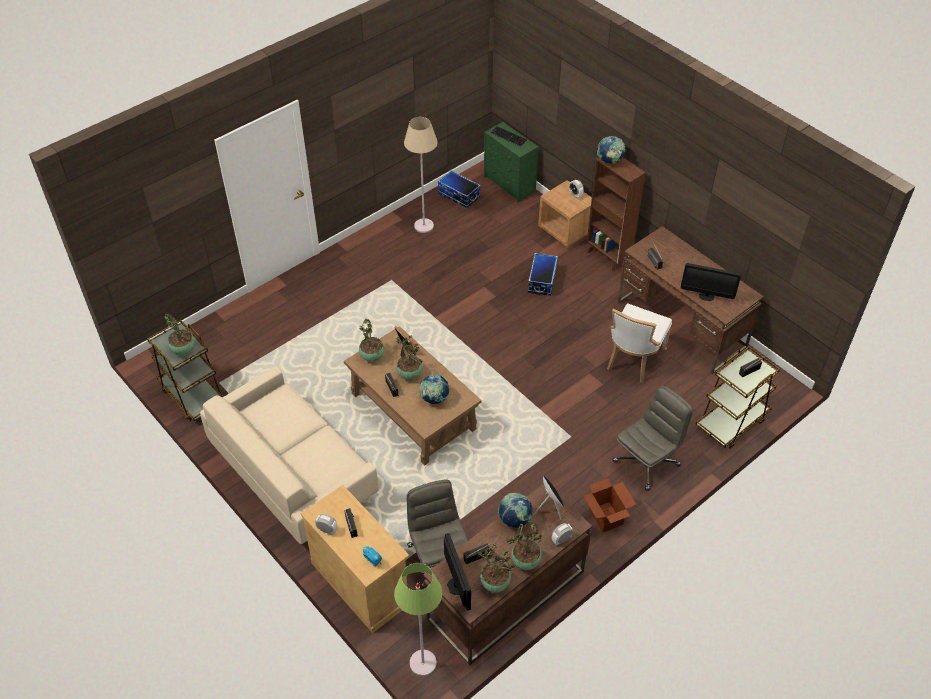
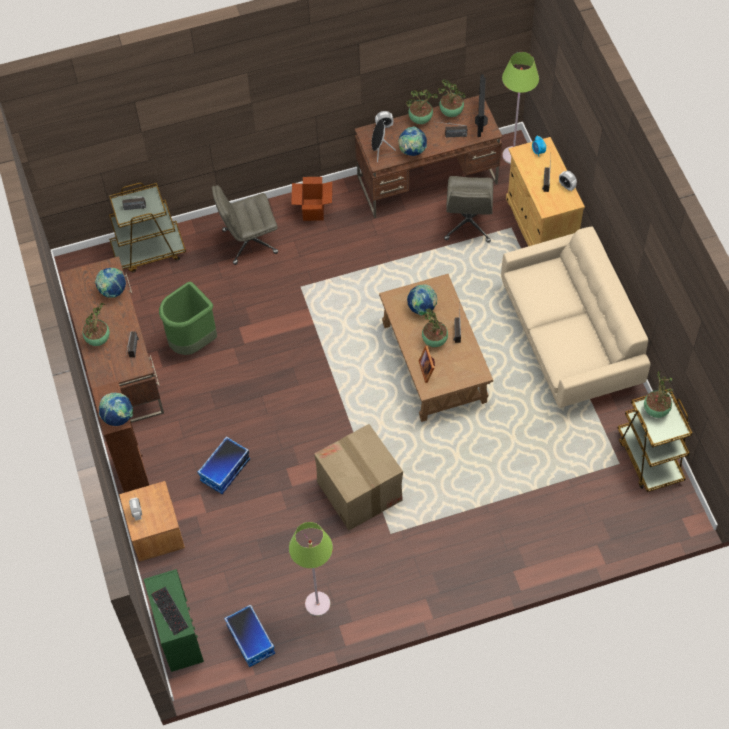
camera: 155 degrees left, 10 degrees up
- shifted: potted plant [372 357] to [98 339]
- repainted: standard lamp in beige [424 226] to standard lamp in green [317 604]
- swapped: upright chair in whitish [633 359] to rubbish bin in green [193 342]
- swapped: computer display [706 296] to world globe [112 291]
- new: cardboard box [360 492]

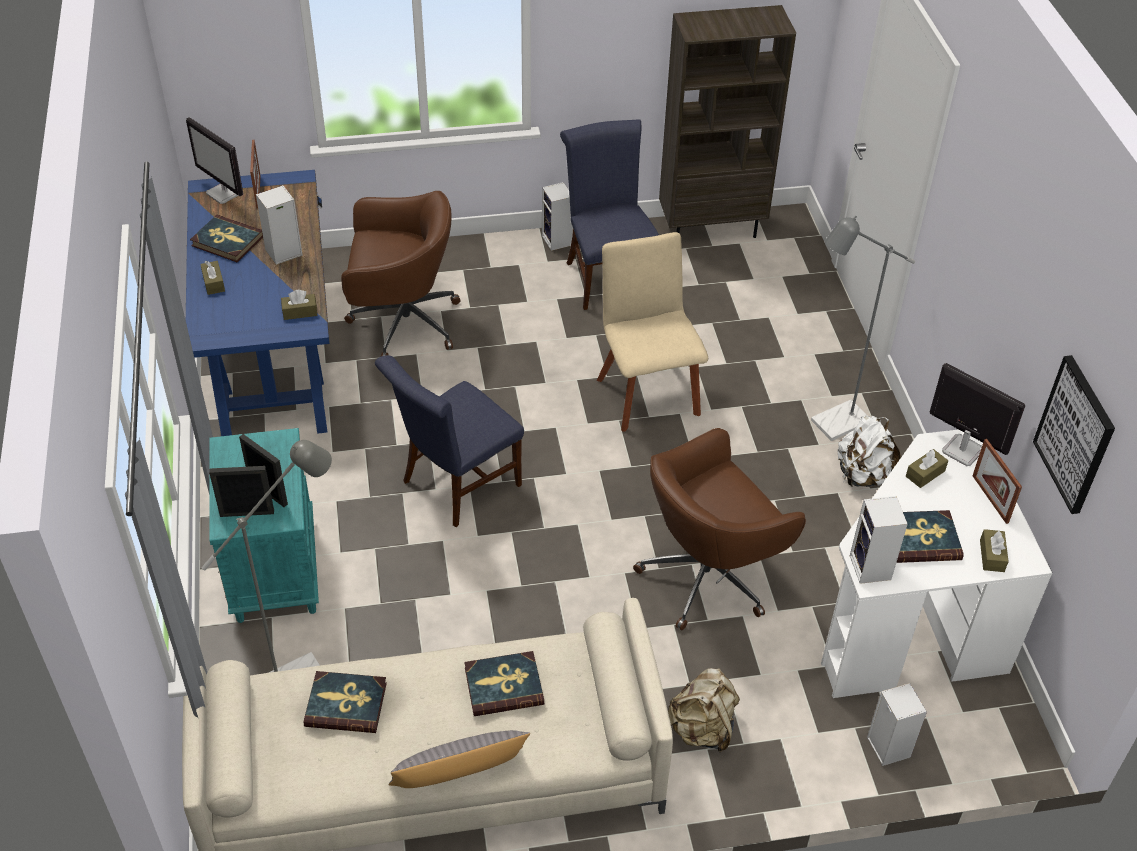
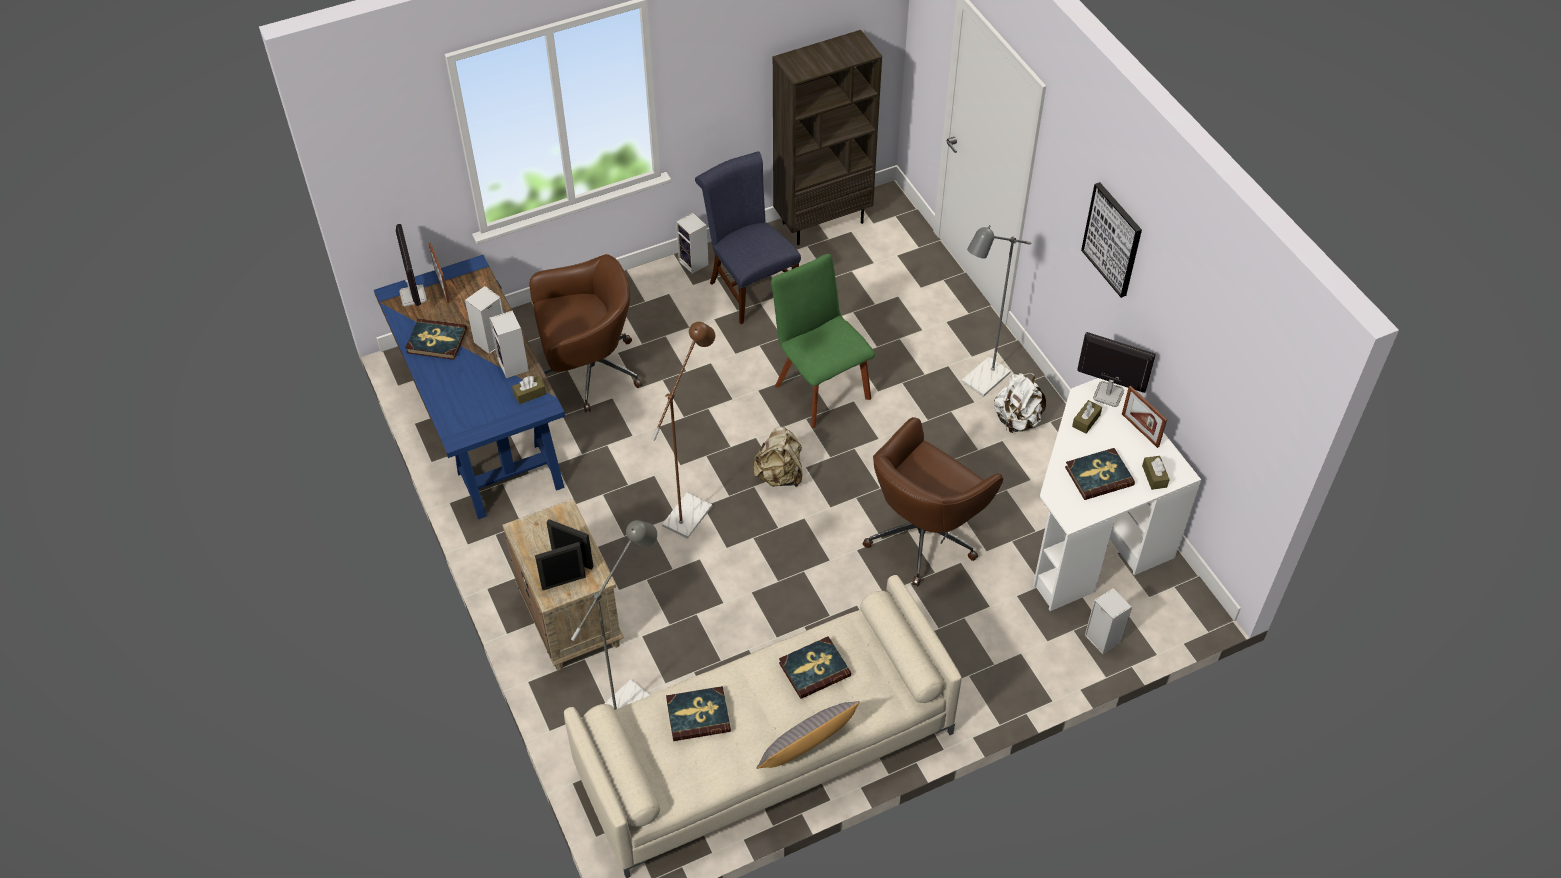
camera: 15 degrees left, 5 degrees up
- rotated: computer display [224 193] = [413 295] 135 degrees counterclockwise
- gone: tissue holder in brown-coloured [213 283]
- repainted: nightstand in turquoise-coloured [274 569] to nightstand in beige [569 618]
- swapped: upright chair in bluish [455 486] to standard lamp in brown-coloured [692 509]
- repainted: upright chair in beige [647 392] to upright chair in green [820 388]
- shifted: rucksack in beige [702 729] to [779 475]
- shifted: speaker [871 569] to [514 366]
- shifted: picture [1075 434] to [1113 239]

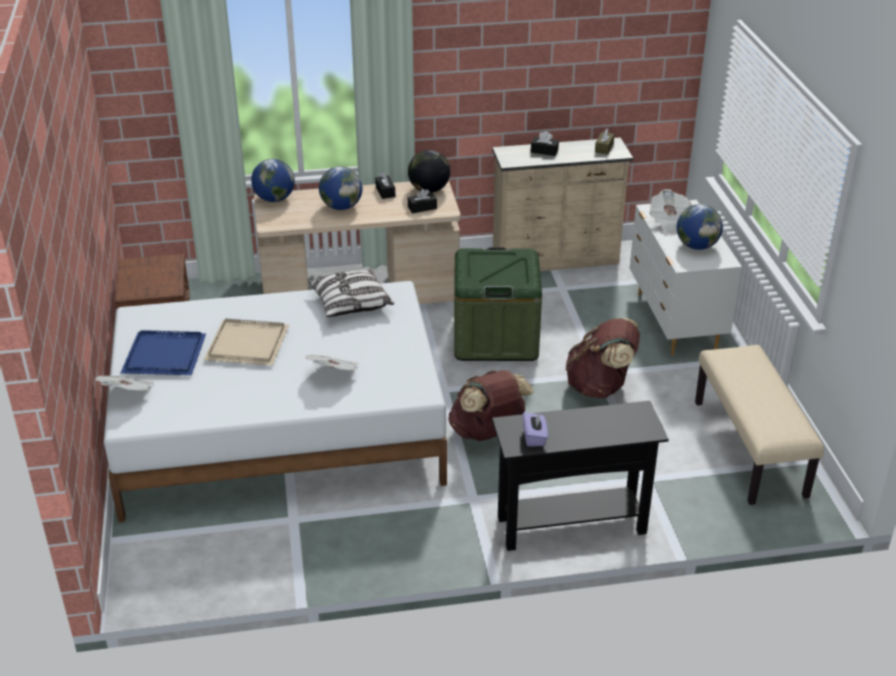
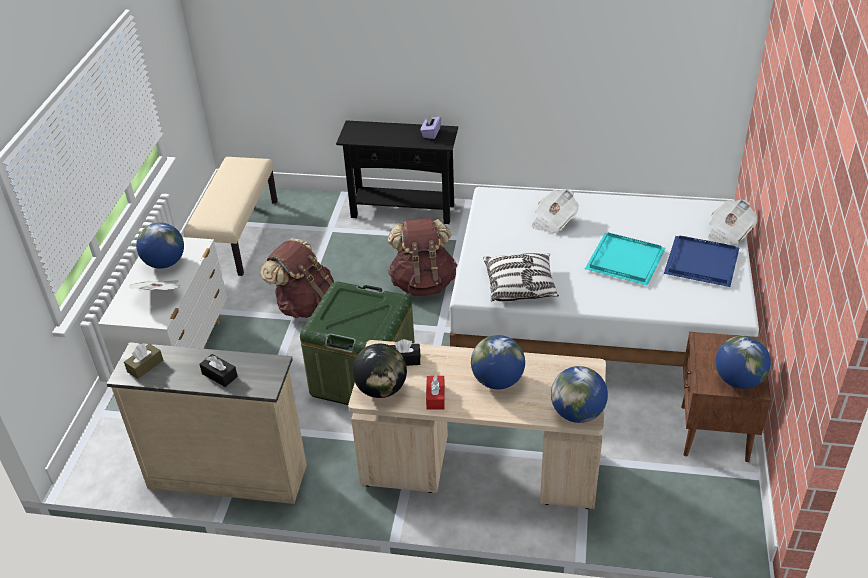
camera: 160 degrees left, 5 degrees up
- repainted: carrying tray in beige [245 345] to carrying tray in turquoise-coloured [626 260]
- repainted: tissue holder in blackish [385 192] to tissue holder in red [435 397]
- new: world globe [738 380]

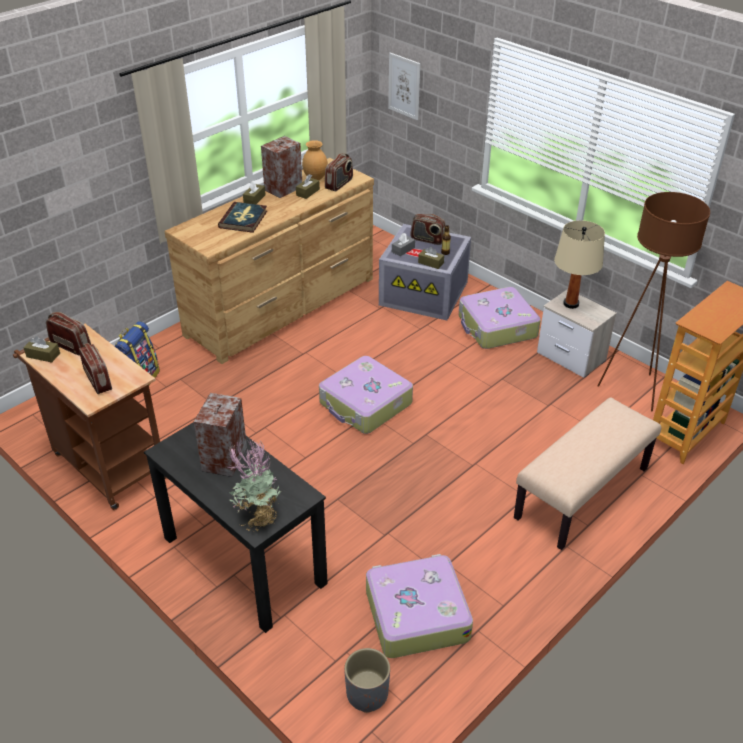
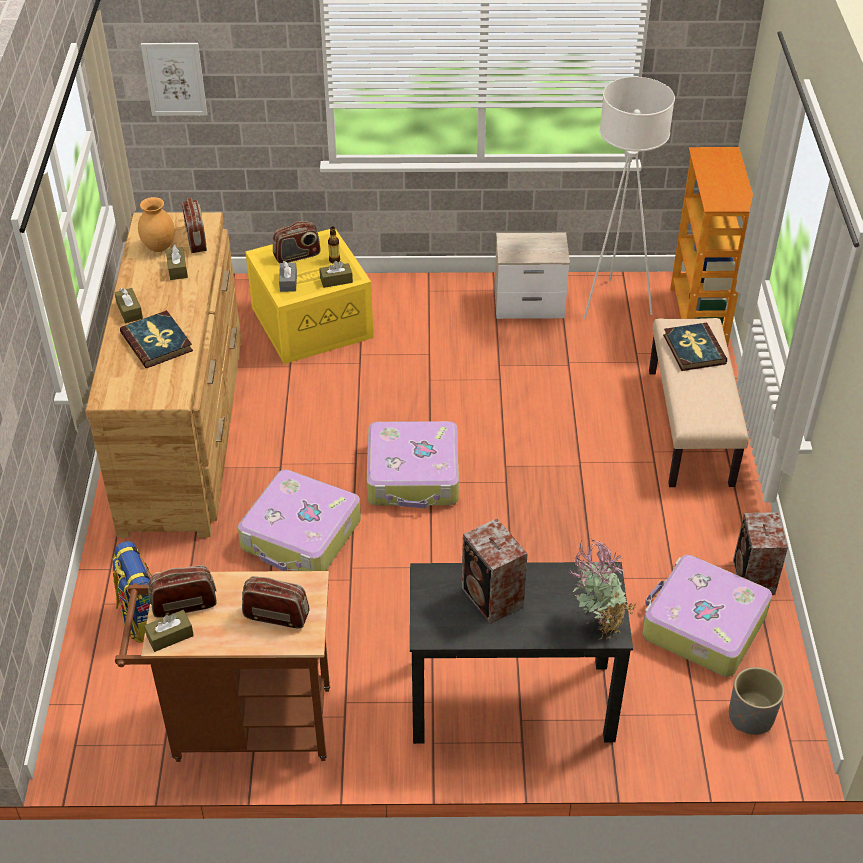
camera: 45 degrees left, 5 degrees up
- shifted: speaker [282 189] to [753 578]
- repainted: storage box in grey [425 293] to storage box in yellow-coloured [312 321]
- shifted: suitcase [496 327] to [301 535]
- gone: lamp for a table in beige [571 304]
- repainted: standard lamp in brown-coloured [632 390] to standard lamp in whitish [614 304]
- new: volume [693 349]

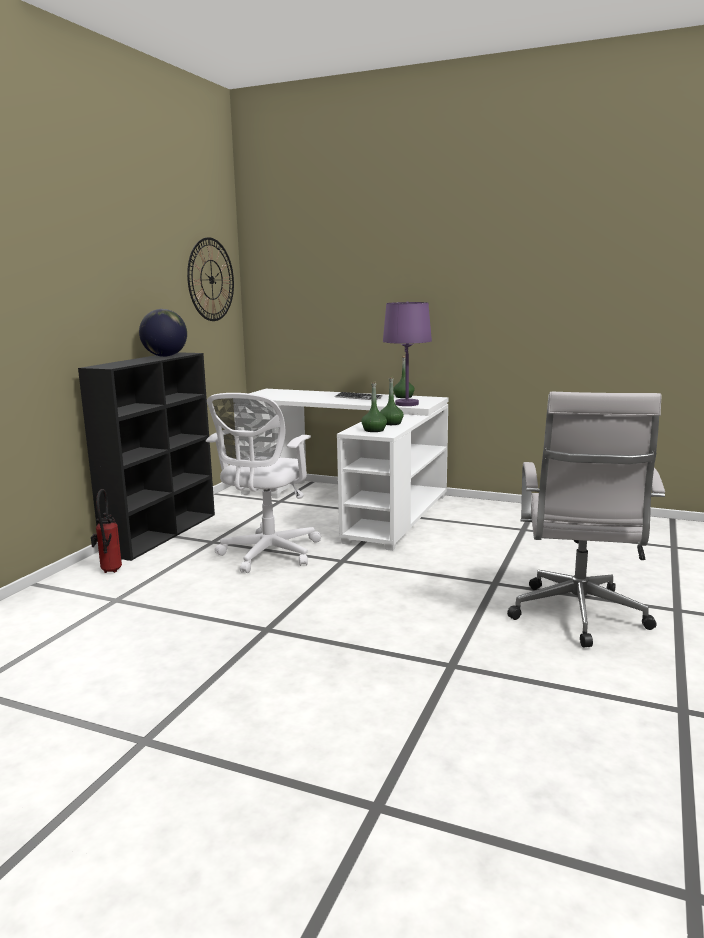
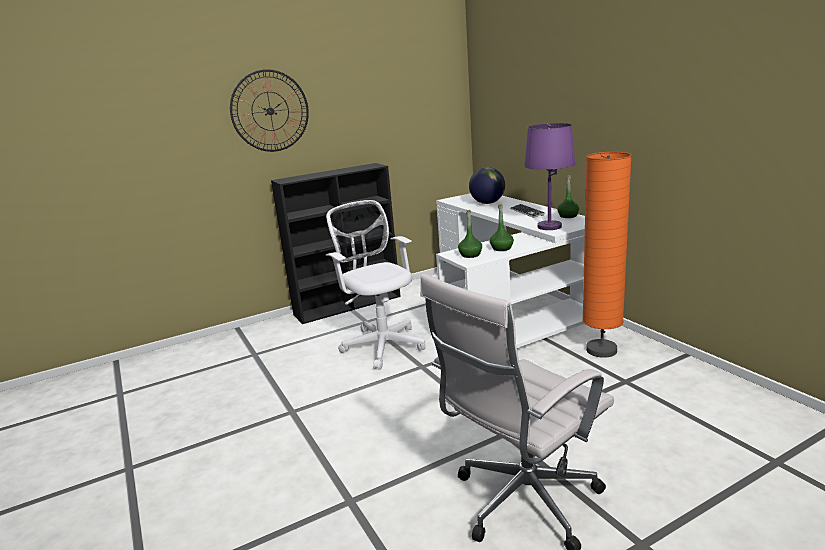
camera: 40 degrees right, 5 degrees up
- gone: fire-fighting cylinder [109 571]
- shifted: world globe [165 356] to [487 203]
- shifted: wall clock [211 279] to [270 111]
- rotated: computer chair in whitish [267 555] = [382 344] 90 degrees clockwise
- new: standard lamp in orangey [601 350]

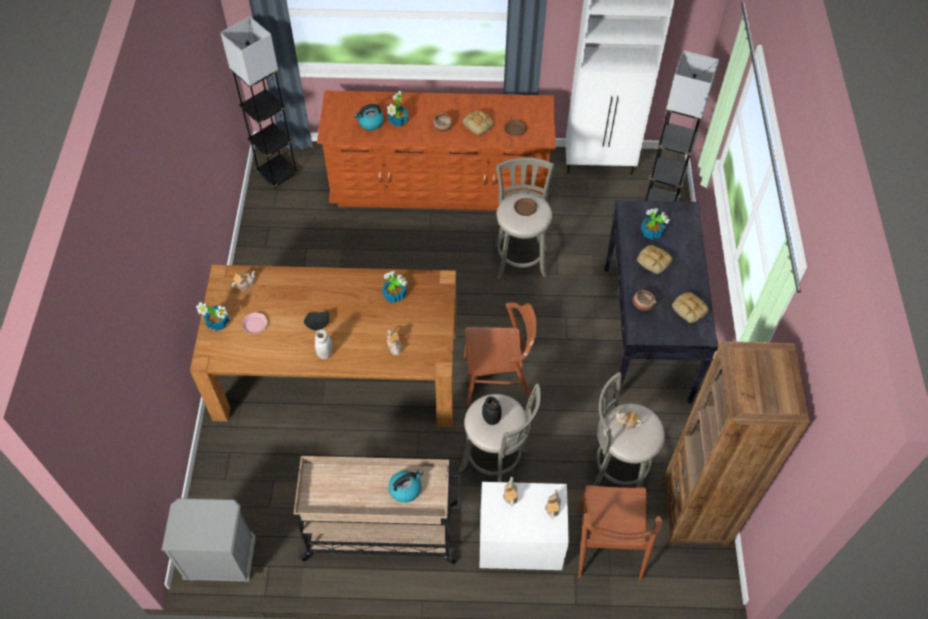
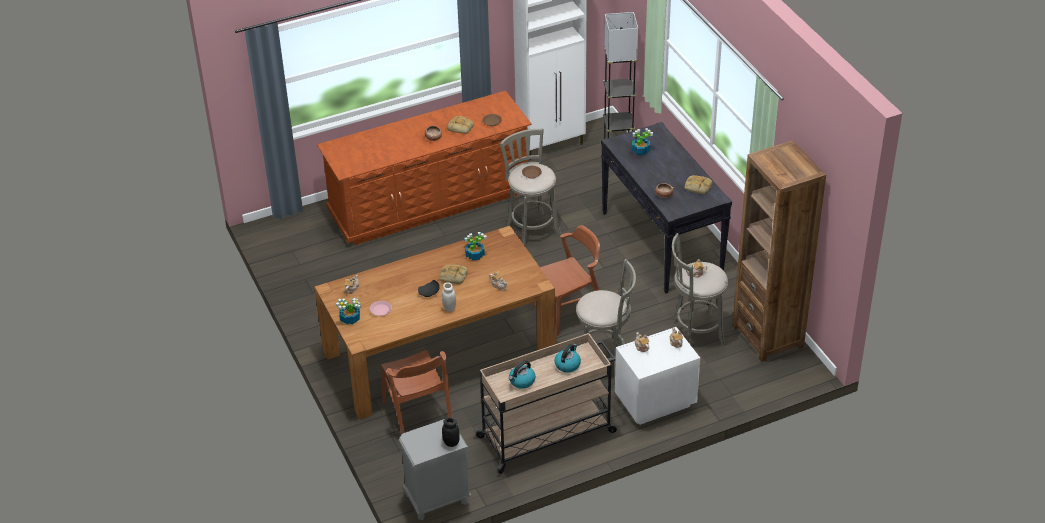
camera: 25 degrees left, 15 degrees down
- gone: standard lamp in grey [278 174]
- shifted: tea kettle [370 123] to [521 381]
- gone: potted plant [398 121]
- shifted: storage jar in blackish [491 419] to [451 443]
- shifted: upright chair in brown-coloured [608 544] to [417 413]
- shifted: bakery bread [653 261] to [453 276]

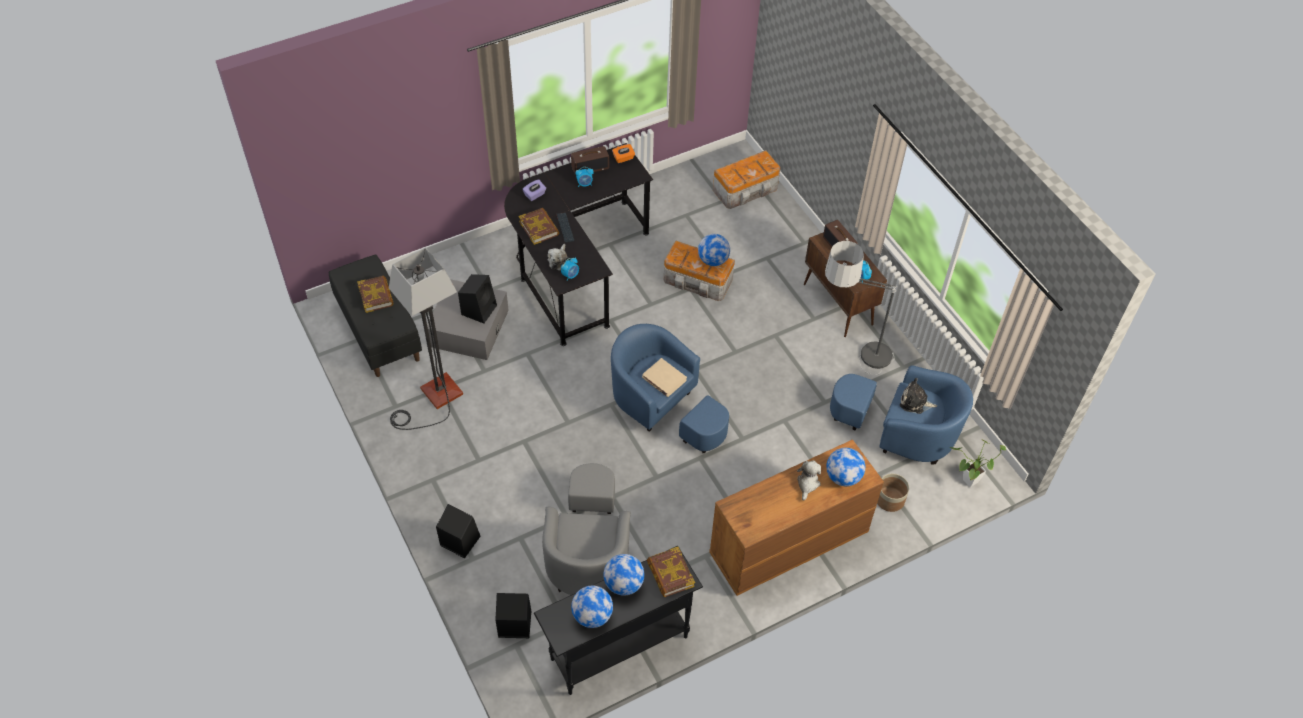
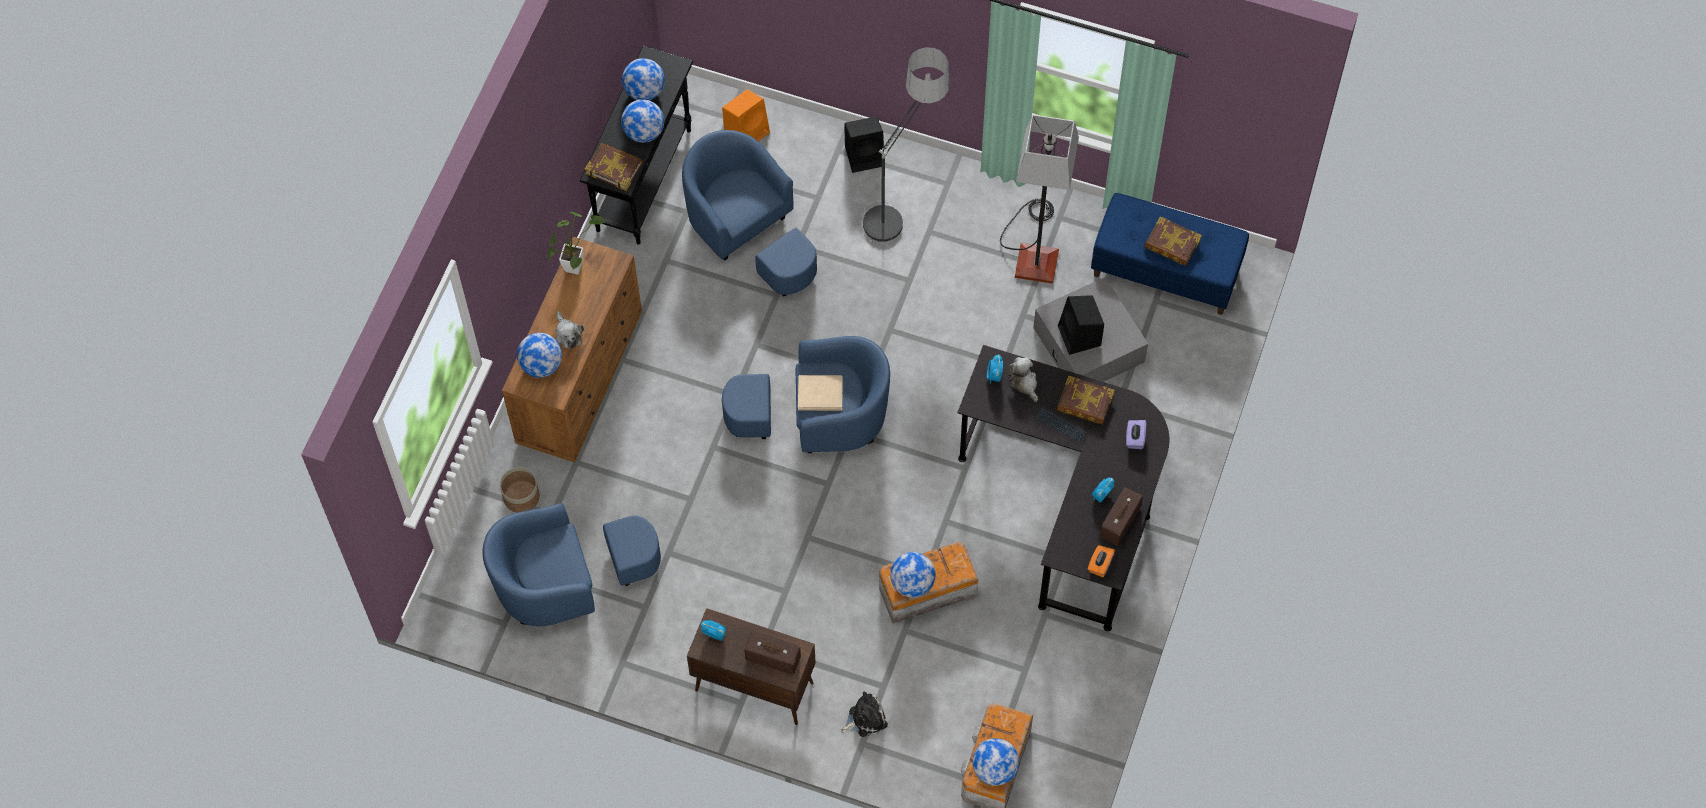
camera: 140 degrees right, 10 degrees up
- repainted: indoor bench in blackish [378 331] to indoor bench in bluish [1166 271]
- repainted: speaker in blackish [513 624] to speaker in orangey [747 130]
- repainted: lounge chair in grey [587 552] to lounge chair in bluish [748 232]
- shifted: standard lamp [851 360] to [901 202]
- shifted: plush toy [915 402] to [865 718]
- shifted: potted plant [967 482] to [575 264]
- new: world globe [994 769]

